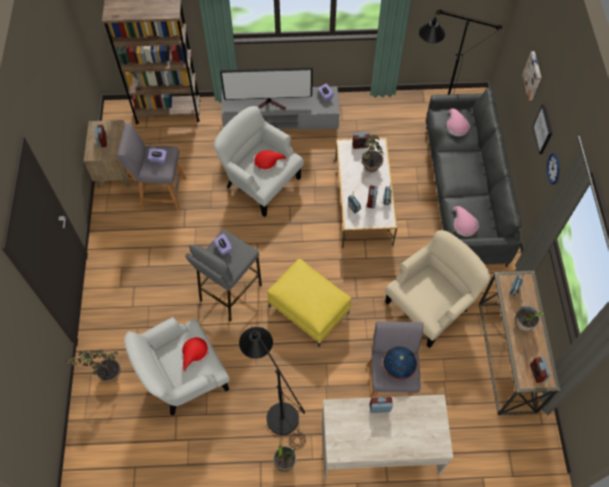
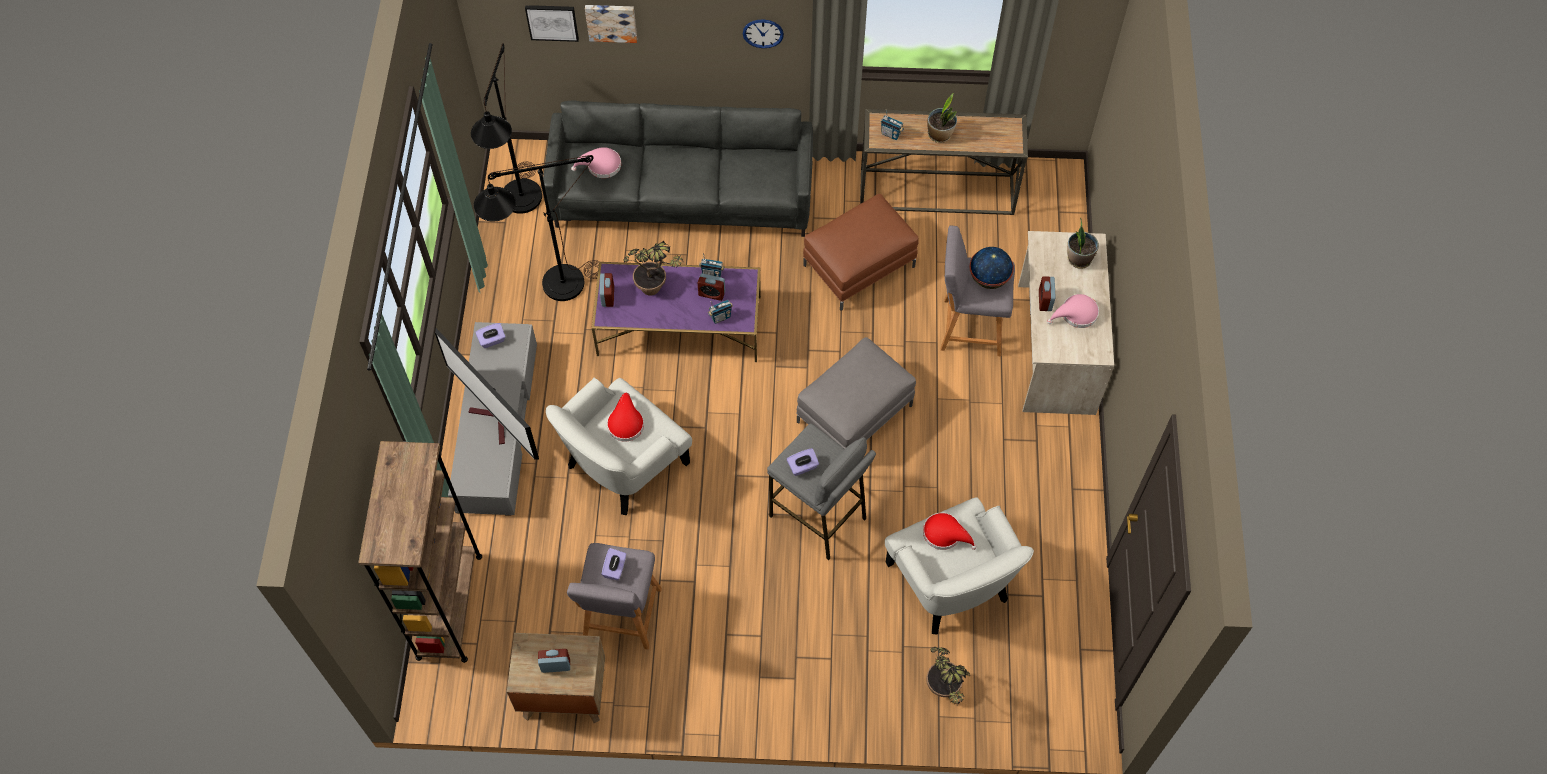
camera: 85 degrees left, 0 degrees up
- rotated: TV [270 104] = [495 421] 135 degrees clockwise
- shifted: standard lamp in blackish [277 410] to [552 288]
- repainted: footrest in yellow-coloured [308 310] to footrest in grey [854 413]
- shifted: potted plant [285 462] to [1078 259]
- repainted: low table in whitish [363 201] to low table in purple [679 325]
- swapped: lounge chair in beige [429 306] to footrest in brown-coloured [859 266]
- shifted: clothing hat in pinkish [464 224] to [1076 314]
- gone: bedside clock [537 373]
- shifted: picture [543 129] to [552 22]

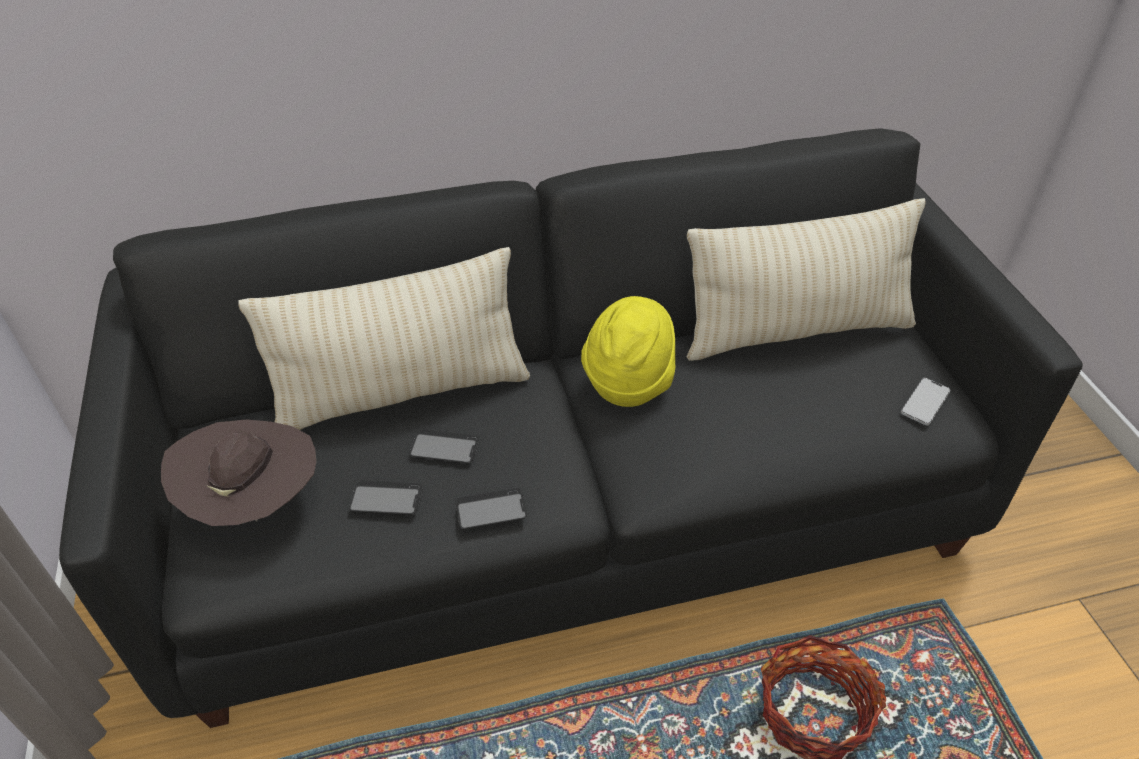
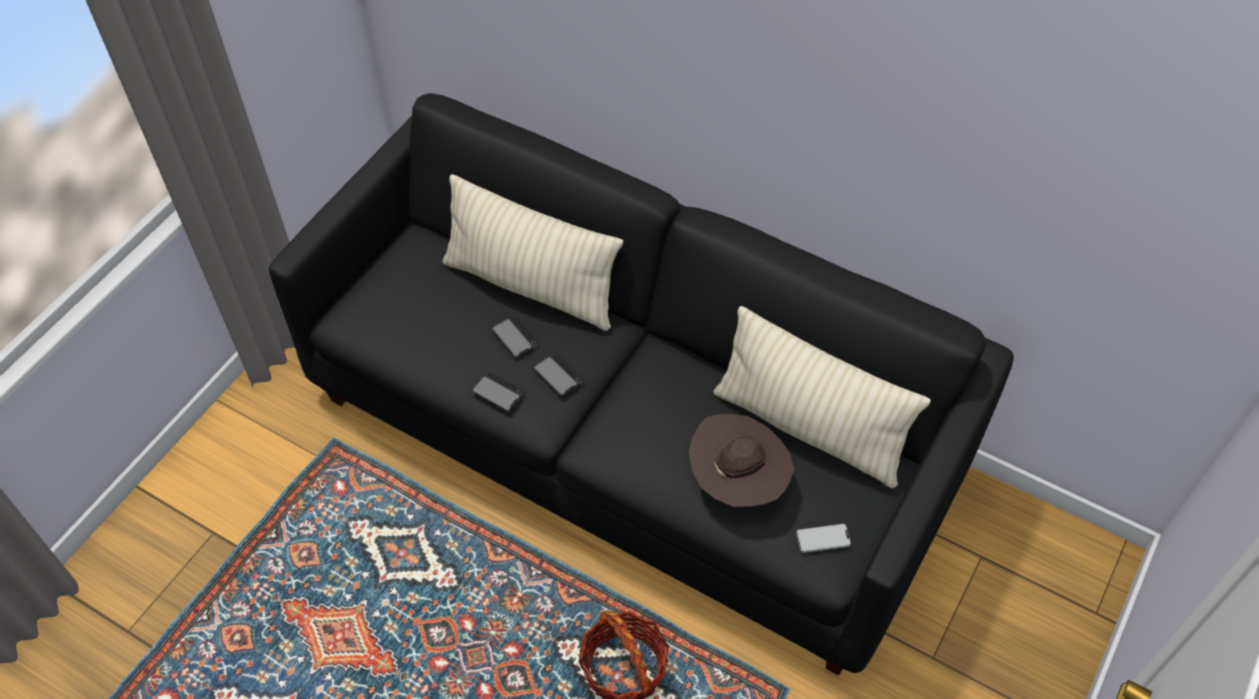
camera: 45 degrees right, 10 degrees up
- shifted: clothing hat in brown-coloured [255 503] to [738 481]
- shifted: telephone [387 499] to [558 376]
- gone: clothing hat in yellow-coloured [628 380]

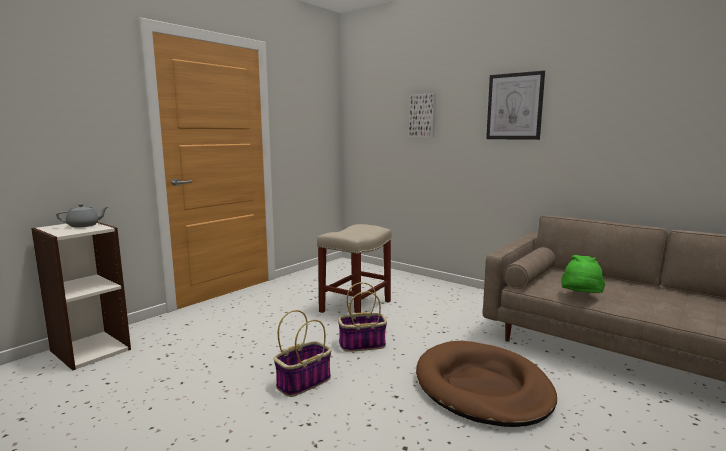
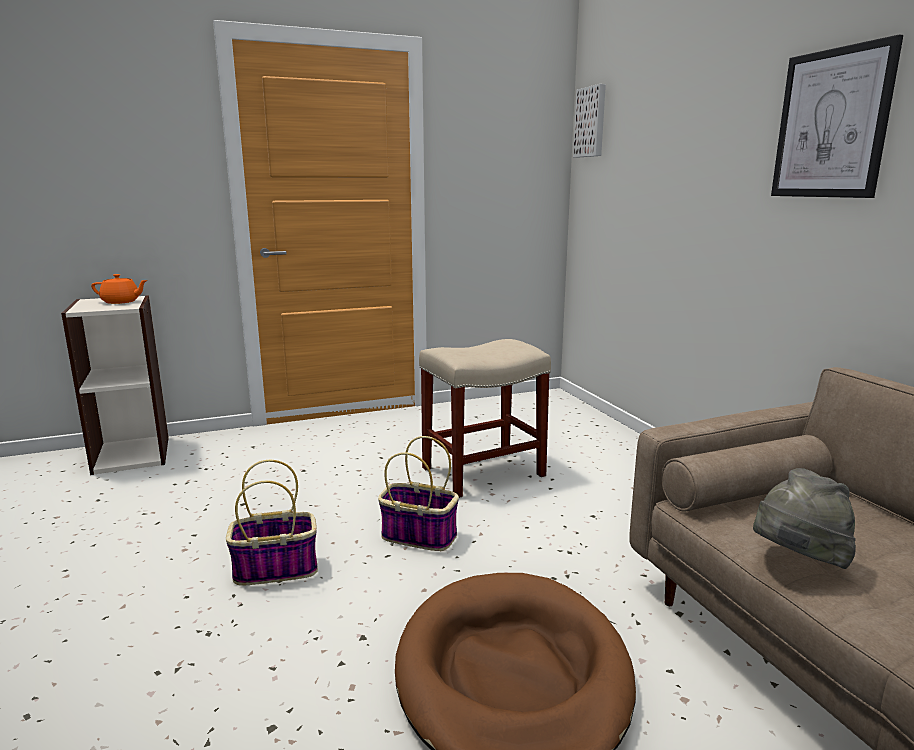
camera: 30 degrees right, 5 degrees up
- repainted: pot for tea in grey [84 225] to pot for tea in orangey [121 302]
- shifted: picture [423 116] to [591 122]
- repainted: clothing hat in green [581 296] to clothing hat in grey [796 563]

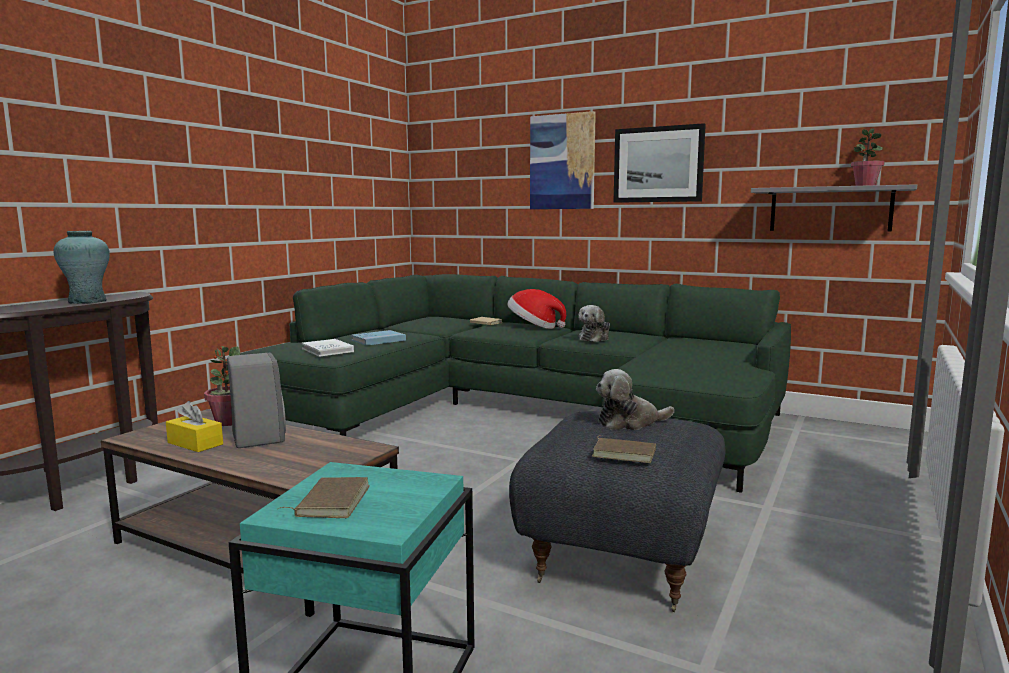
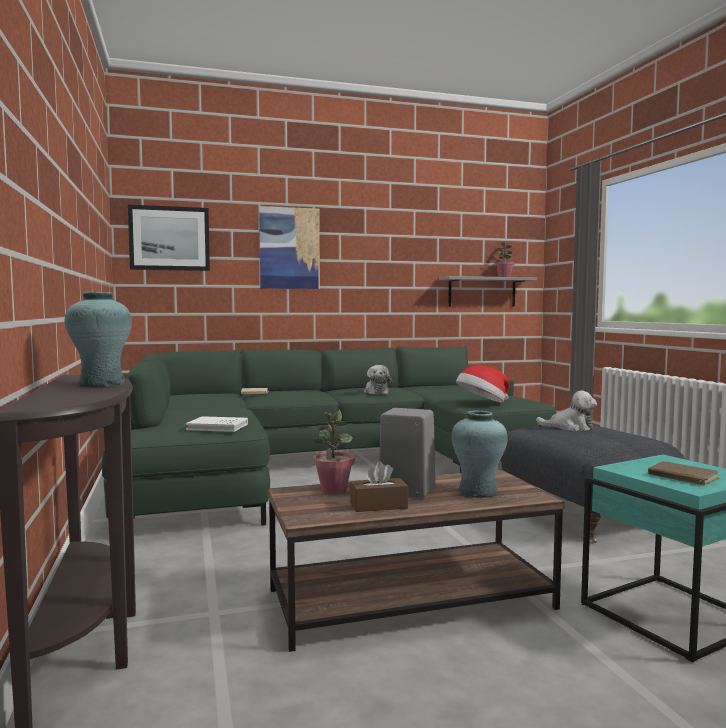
camera: 45 degrees left, 5 degrees down
- repainted: tissue holder in yellow-coloured [195 443] to tissue holder in brown-coloured [378 505]
- gone: volume in bluish [378 340]
- shifted: clothing hat [534 327] to [482 403]
- gone: volume in brown-coloured [625 453]
- rotated: plush toy [630 422] = [569 427] 105 degrees counterclockwise
- shifted: picture [658 164] to [169 238]
- new: decorative vase in turquoise-coloured [477 492]

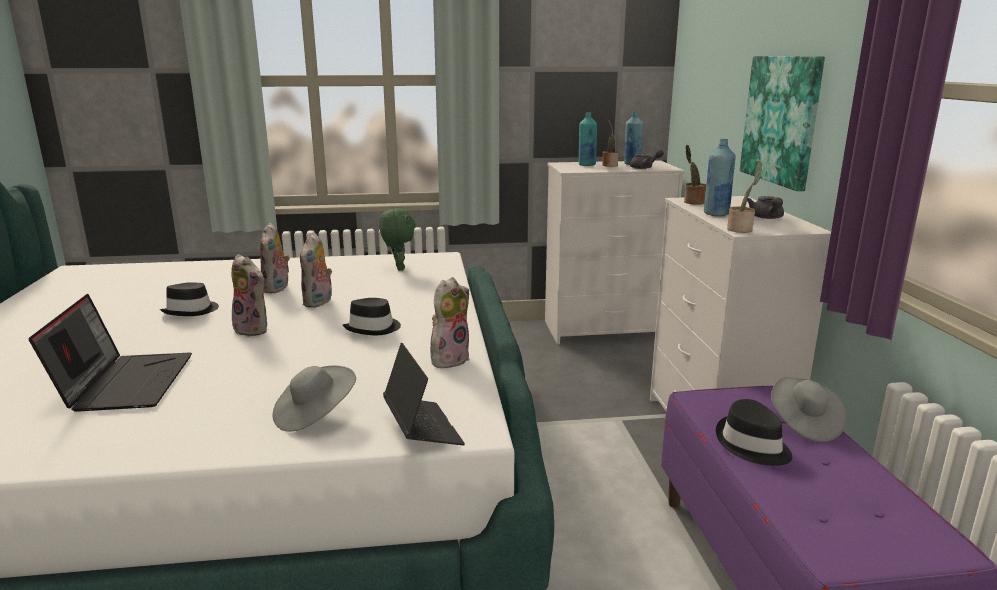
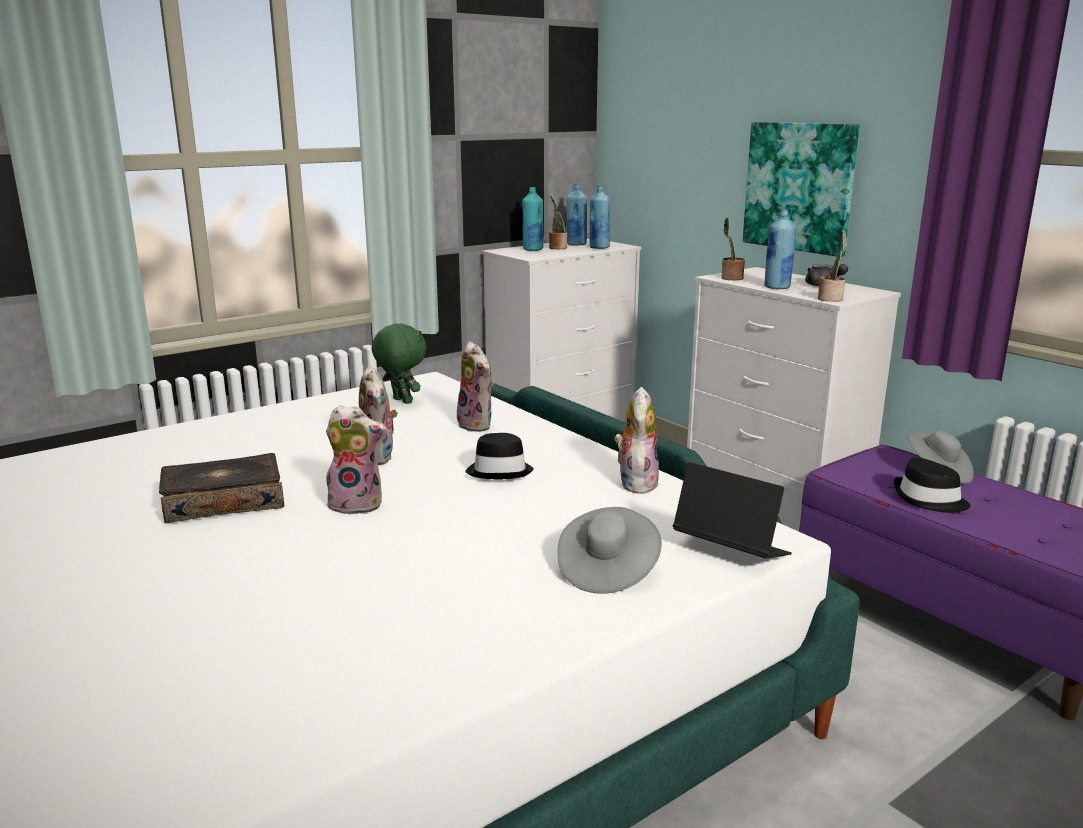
camera: 30 degrees left, 0 degrees up
- gone: portable computer [125 382]
- swapped: clothing hat in blackish [192 311] to volume [224 502]
- shifted: plush toy [277 289] to [478 425]
- swapped: pot for tea in grey [644 168] to bottle in bluish [599 247]

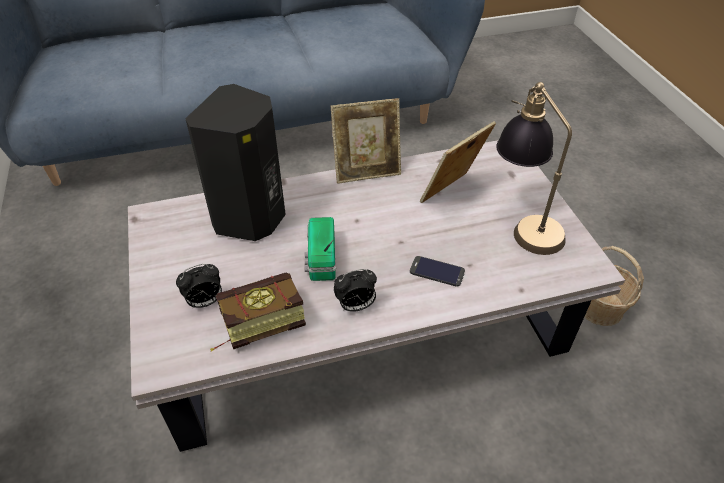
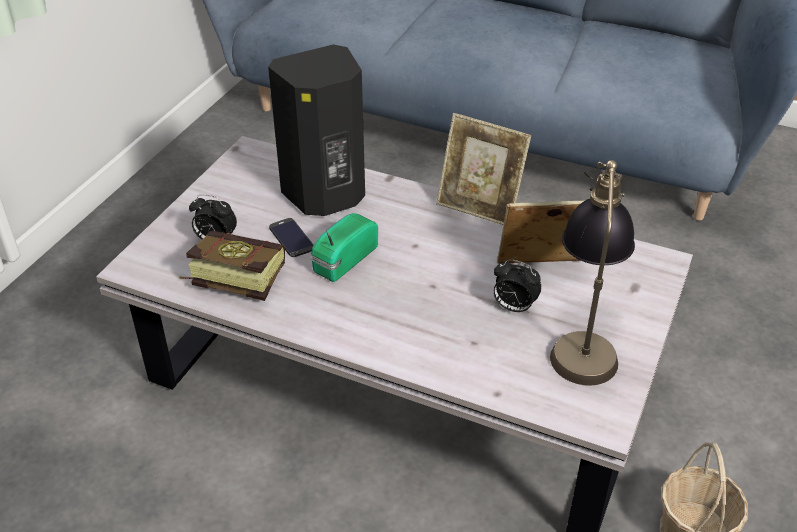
camera: 40 degrees right, 5 degrees down
- shifted: bedside clock [355 306] to [513 307]
- shifted: telephone [437 271] to [291 238]

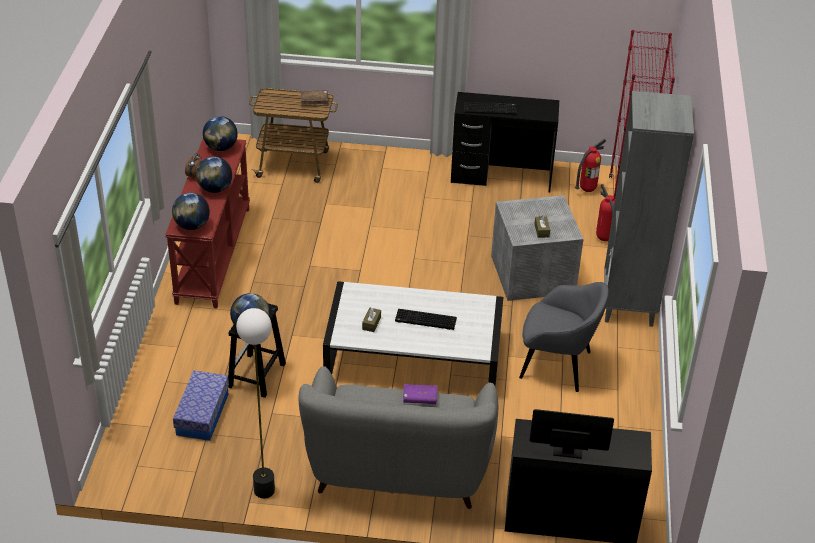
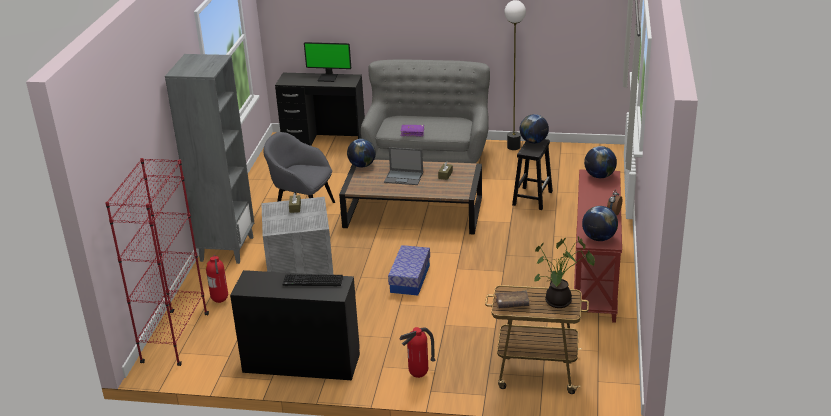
camera: 175 degrees left, 10 degrees down
- shifted: storage box [202 414] to [410 279]
- shifted: world globe [215 189] to [362 165]
- repainted: low table in whitish [413 356] to low table in brown-coloured [414 211]
- swapped: keyboard [425 320] to portable computer [404 177]
- shifted: fire-fighting cylinder [587 189] to [419 375]
- new: potted plant [559 303]

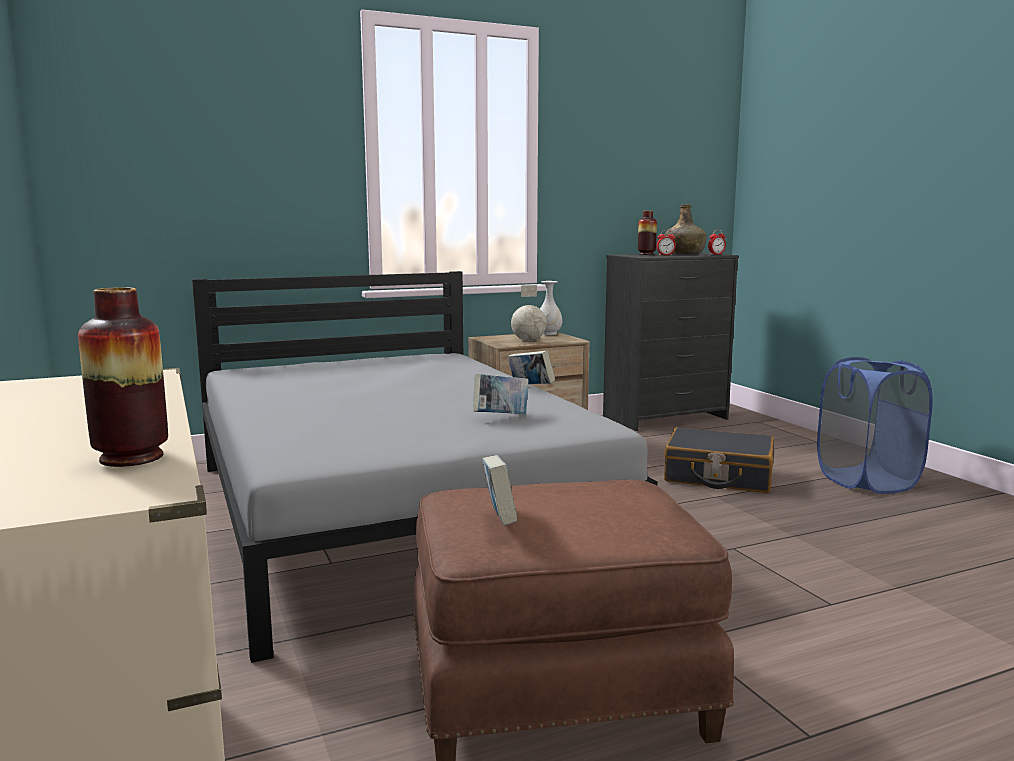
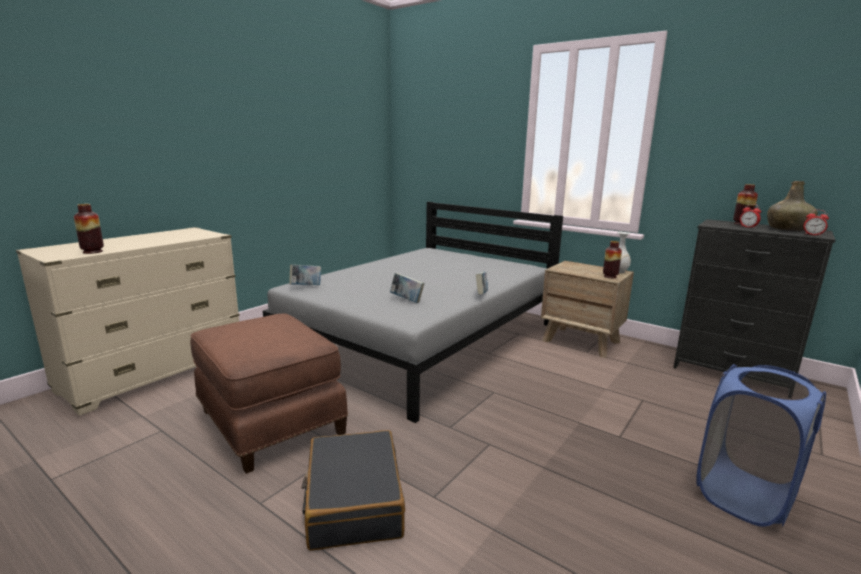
camera: 60 degrees right, 5 degrees up
- shifted: volume [499 521] to [306 287]
- gone: world globe [528 340]
- shifted: suitcase in blackish [718 476] to [353 501]
- new: decorative vase [610 276]

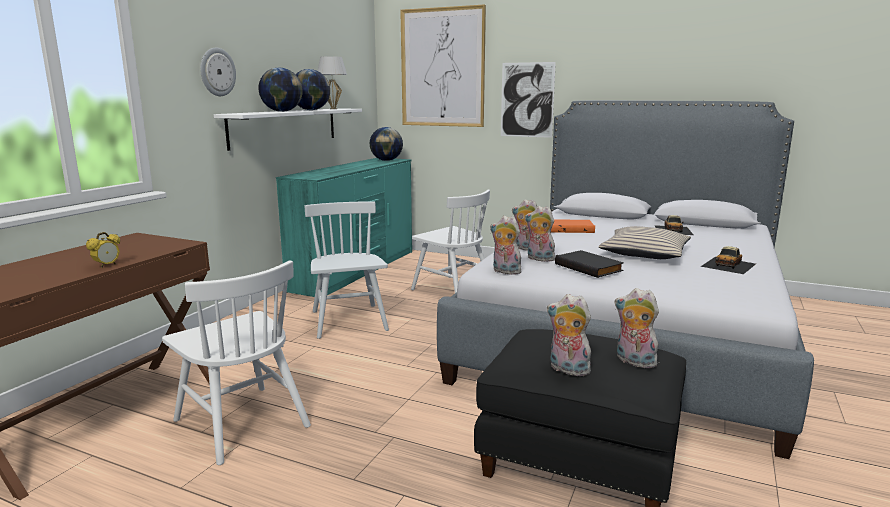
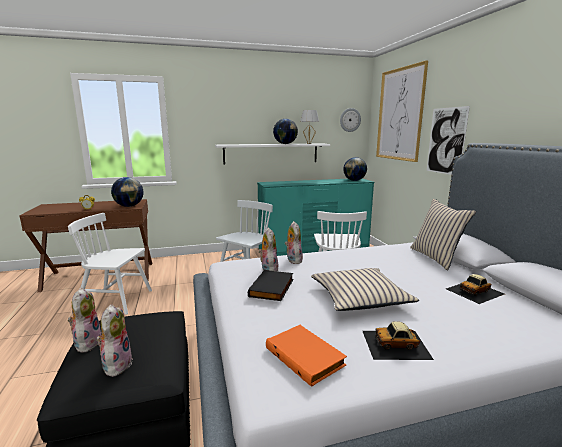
camera: 50 degrees right, 0 degrees up
- rotated: upright chair in whitish [241 423] = [116 300] 90 degrees clockwise
- shifted: wall clock [217 72] to [350 120]
- shifted: world globe [282 111] to [129 206]
- gone: plush toy [505 271]
- shifted: volume in orangey [570 229] to [306 356]
- new: cushion in beige [436 257]

